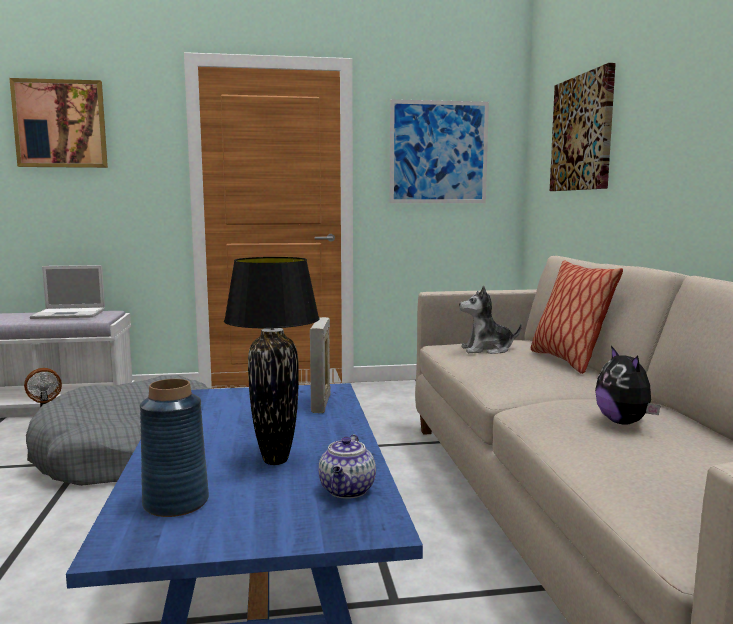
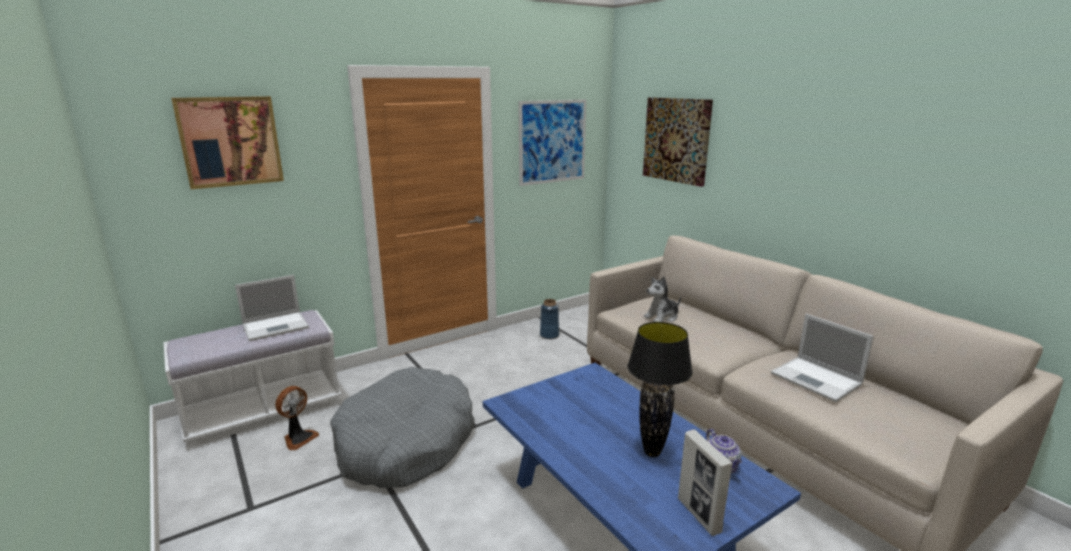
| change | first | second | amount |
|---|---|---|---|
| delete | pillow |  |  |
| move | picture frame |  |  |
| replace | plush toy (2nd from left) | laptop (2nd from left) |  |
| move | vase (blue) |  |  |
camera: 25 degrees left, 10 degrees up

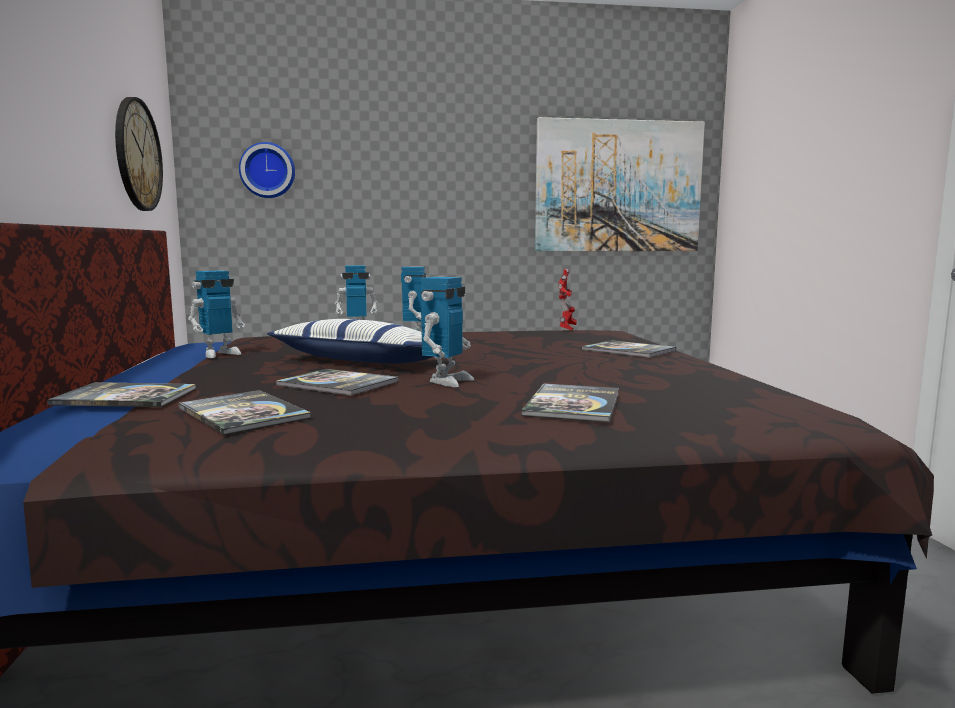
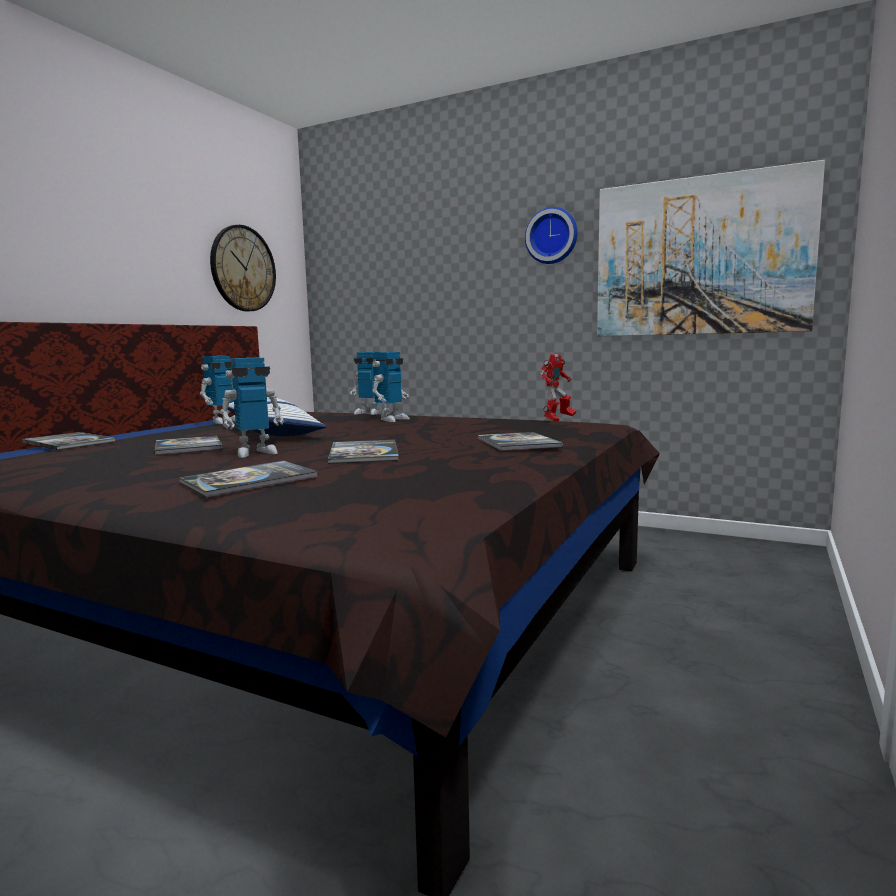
| change | first | second | amount |
|---|---|---|---|
| move | wall clock (2nd from left) |  |  |
| rotate | toy robot (1st from left) |  | 45 degrees counterclockwise |
| move | book (2nd from left in the first image) | book (4th from left) |  |
camera: 35 degrees right, 0 degrees up

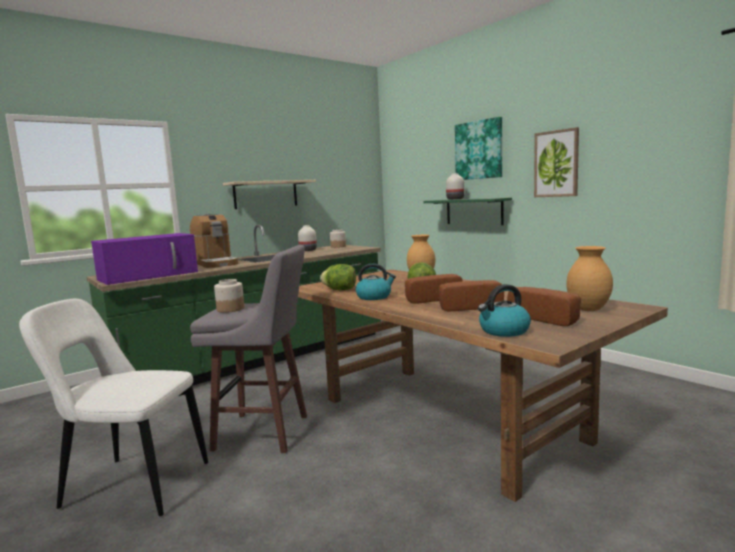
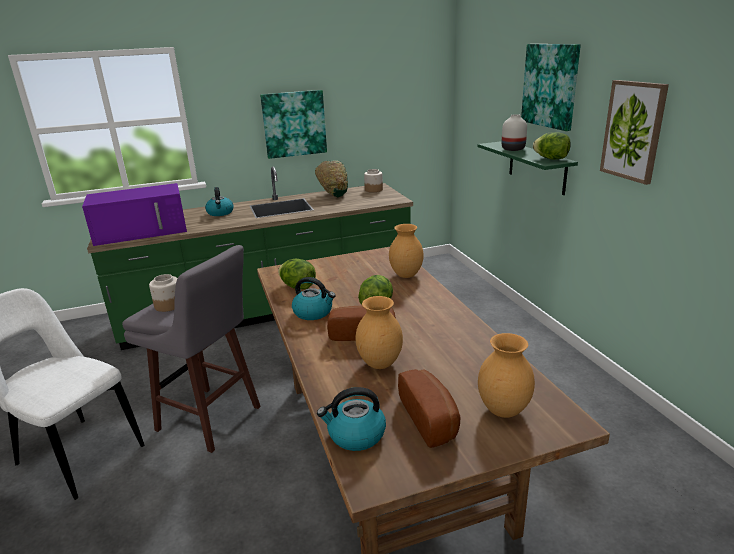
| change | first | second | amount |
|---|---|---|---|
| replace | shelf (beige) | picture (1st from left) |  |
| replace | coffee machine | kettle (1st from left) |  |
| replace | vase (white) (1st from left) | bowl (green) |  |
| replace | bread (2nd from left) | vase (brown) (1st from left) |  |
| insert |  | lettuce (3rd from left) |  |
camera: 20 degrees right, 15 degrees up

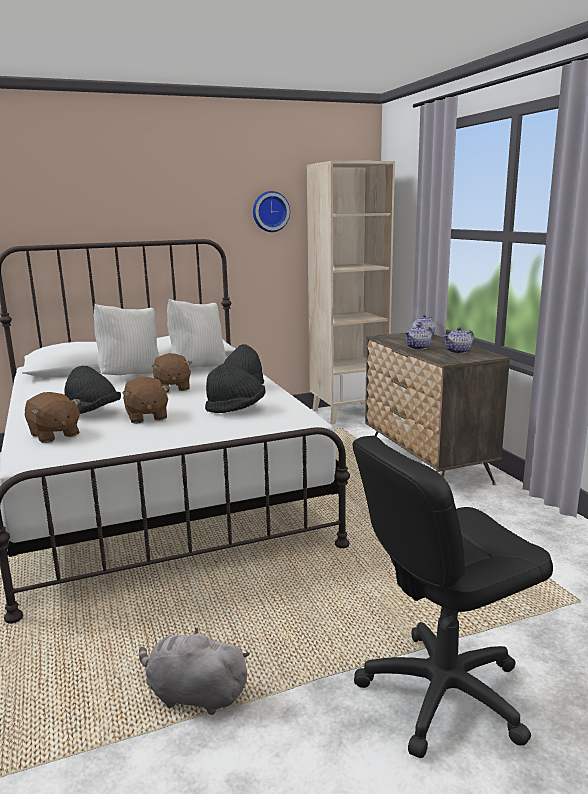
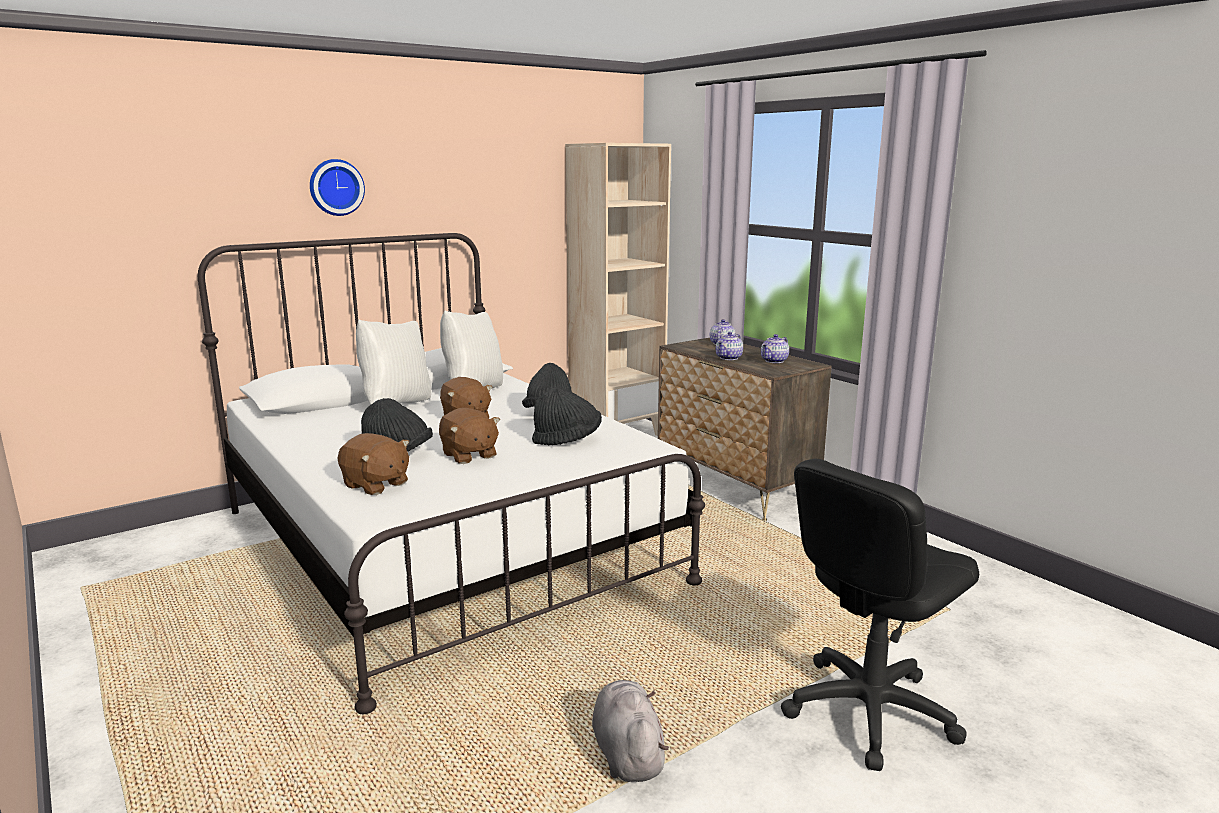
| change | first | second | amount |
|---|---|---|---|
| move | wall clock |  |  |
| rotate | plush toy (grey) |  | 75 degrees clockwise |
camera: 15 degrees left, 0 degrees up

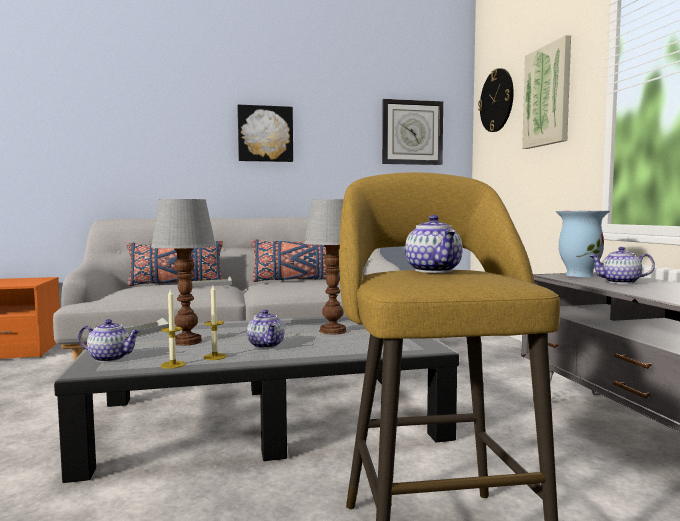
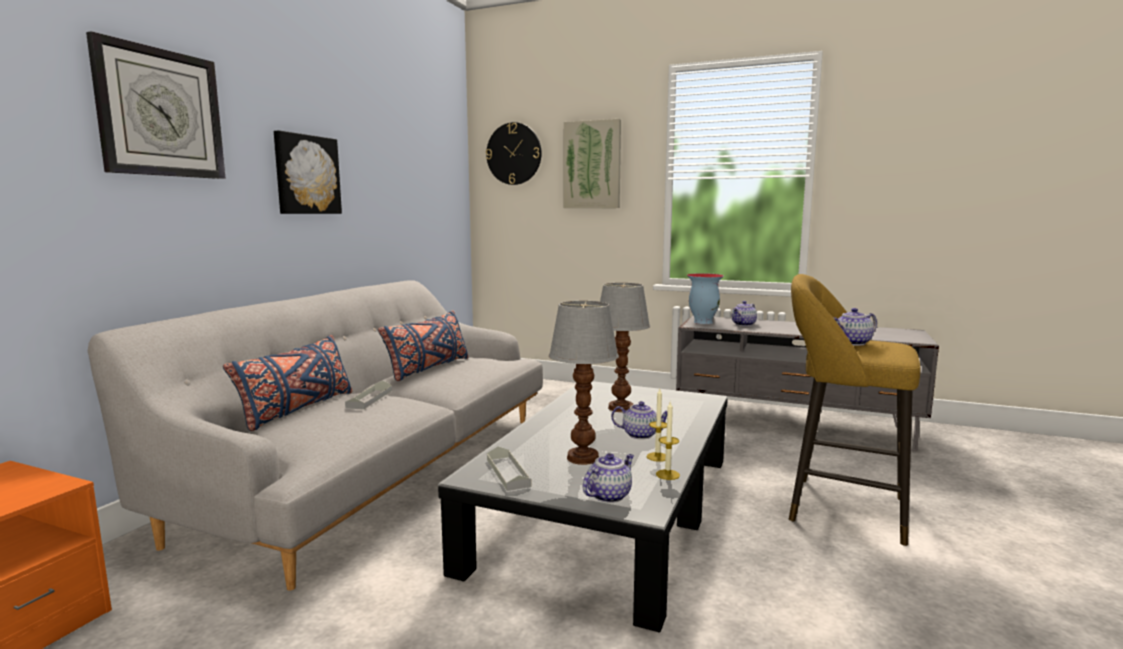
| change | first | second | amount |
|---|---|---|---|
| move | wall clock (1st from left) |  |  |
| rotate | teapot (3rd from left in the first image) | teapot (4th from left) | 135 degrees clockwise |
camera: 55 degrees left, 5 degrees up

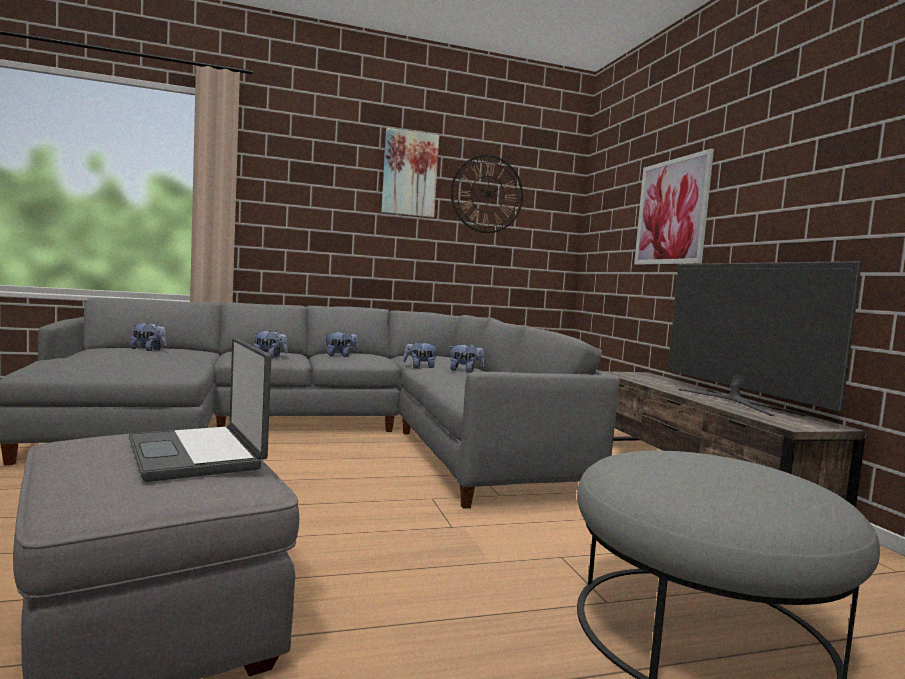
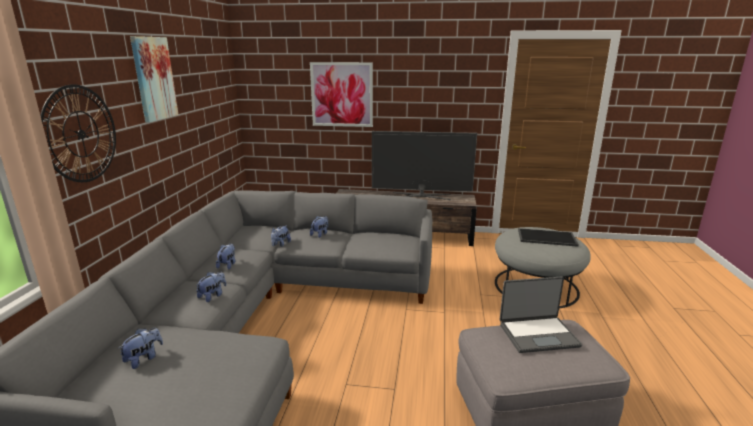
| change | first | second | amount |
|---|---|---|---|
| move | wall clock |  |  |
| insert |  | tray |  |
camera: 65 degrees left, 15 degrees up

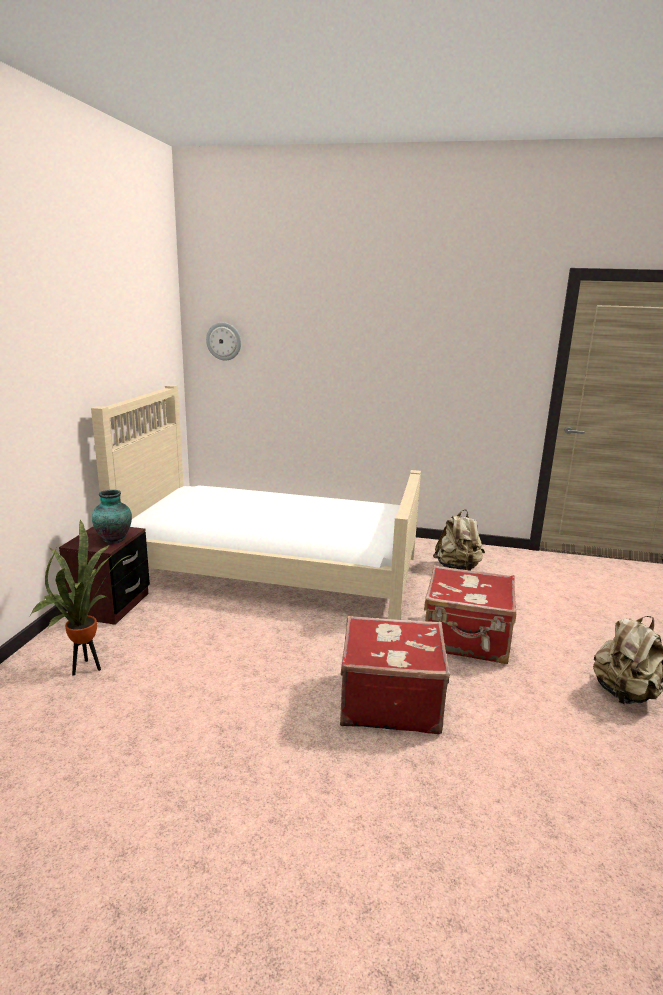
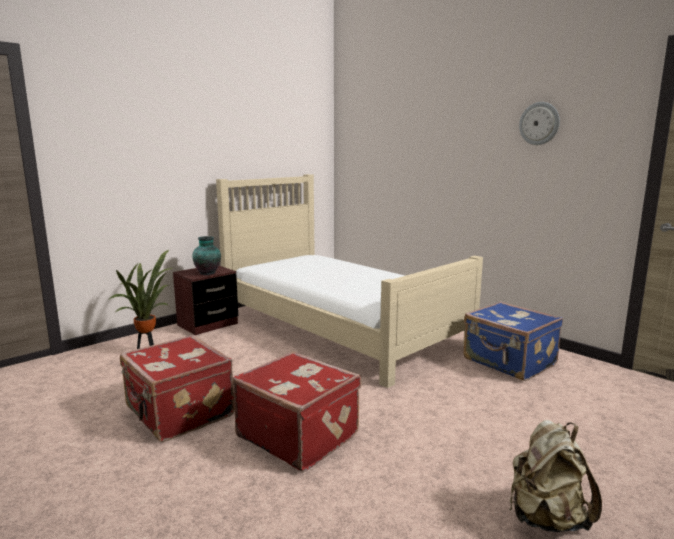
| change | first | second | amount |
|---|---|---|---|
| move | wall clock |  |  |
| replace | backpack (beige) (1st from left) | suitcase (blue) |  |
| move | suitcase (red) (2nd from left in the first image) | suitcase (red) (1st from left) |  |
camera: 35 degrees right, 5 degrees down

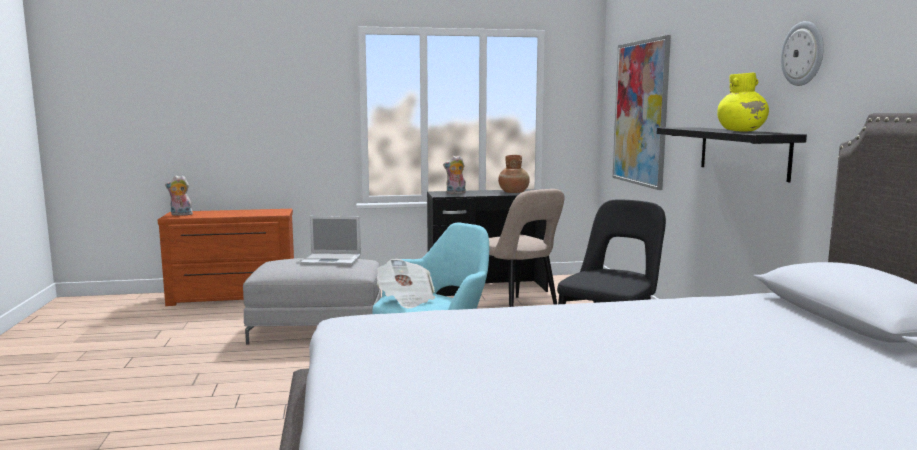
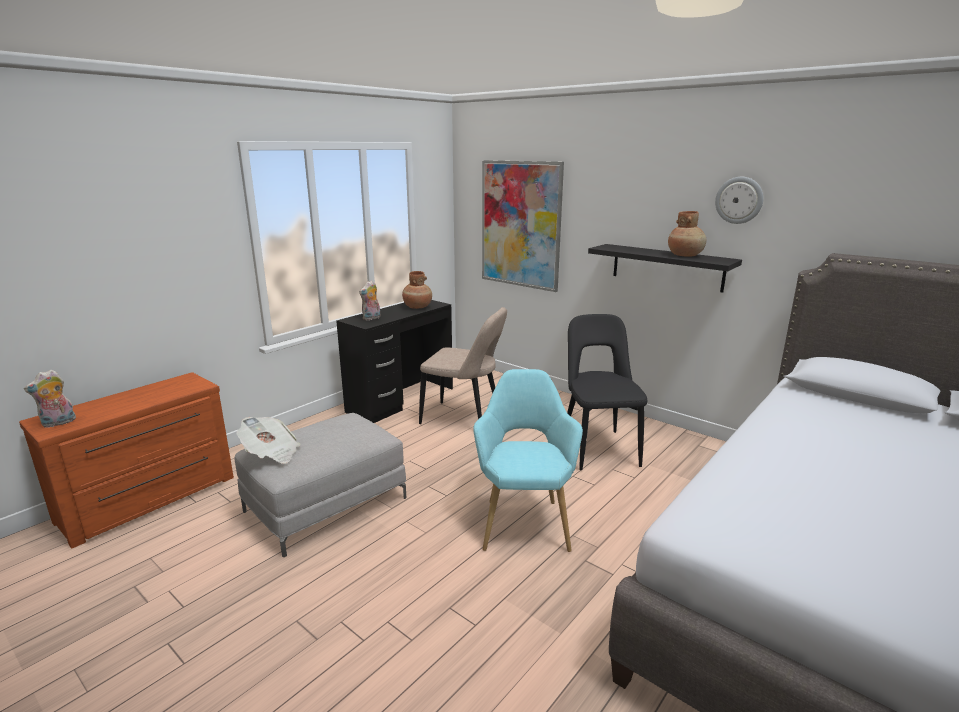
| change | first | second | amount |
|---|---|---|---|
| recolor | vase (yellow) | vase (brown) (2nd from left) |  |
| delete | laptop |  |  |
| move | newspaper |  |  |
camera: 40 degrees left, 10 degrees up

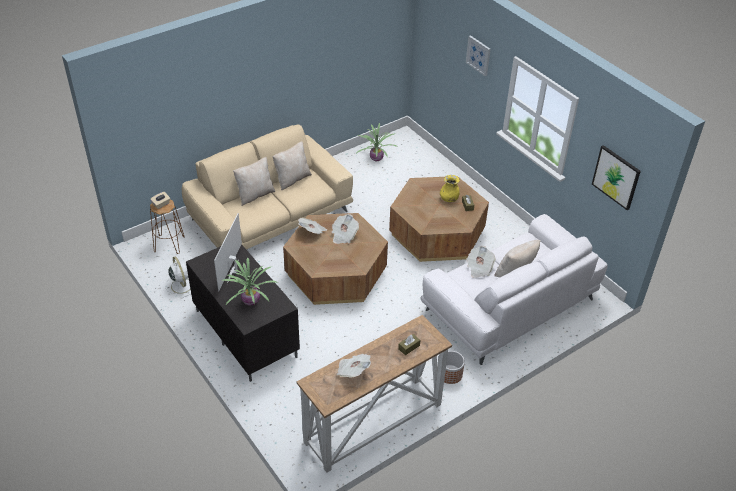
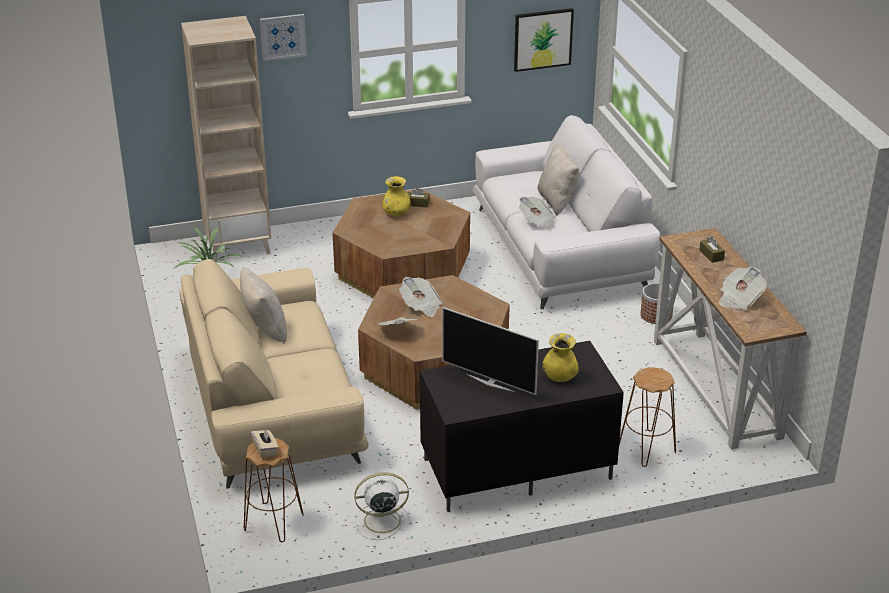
| change | first | second | amount |
|---|---|---|---|
| delete | pillow (beige) (1st from left) |  |  |
| replace | potted plant (1st from left) | vase (yellow) (2nd from left) |  |
| insert |  | bookcase (beige) |  |
| insert |  | stool (brown) (2nd from left) |  |
camera: 70 degrees left, 10 degrees down

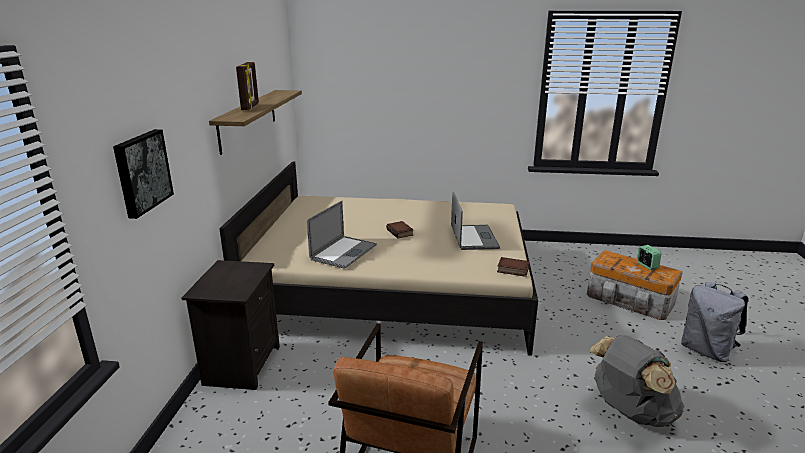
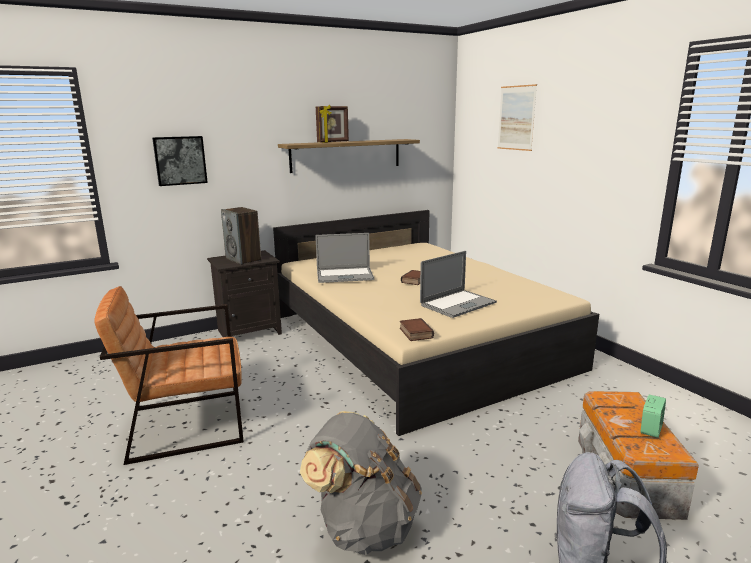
| change | first | second | amount |
|---|---|---|---|
| insert |  | picture (2nd from left) |  |
| insert |  | speaker |  |
camera: 55 degrees right, 5 degrees down

